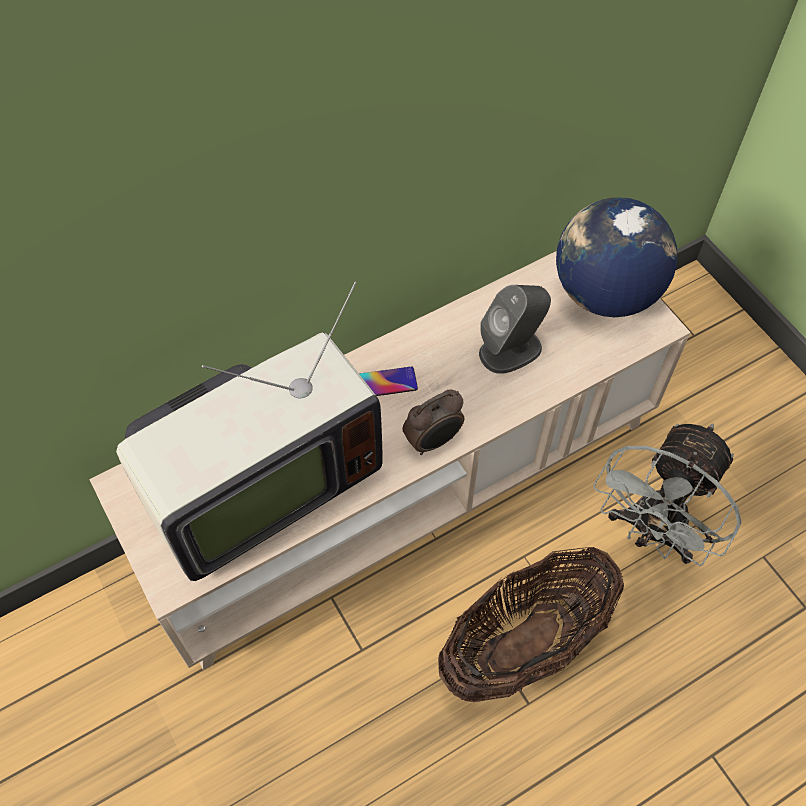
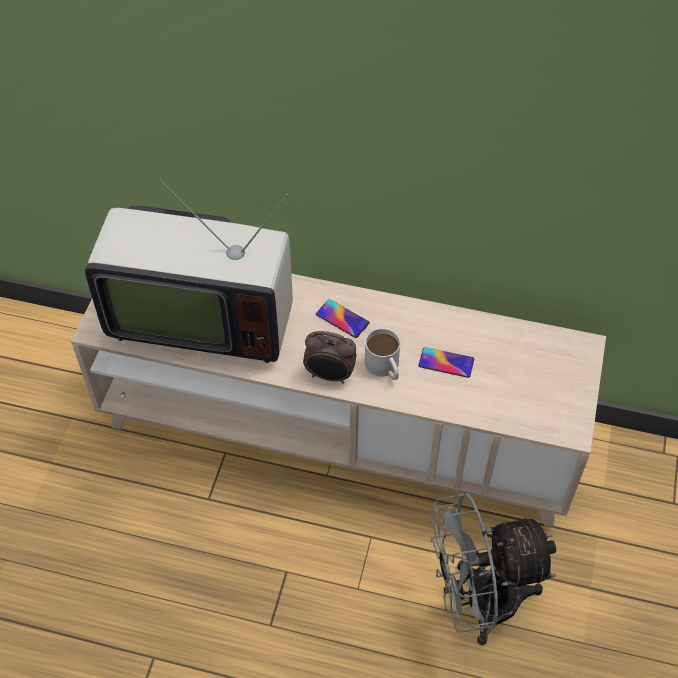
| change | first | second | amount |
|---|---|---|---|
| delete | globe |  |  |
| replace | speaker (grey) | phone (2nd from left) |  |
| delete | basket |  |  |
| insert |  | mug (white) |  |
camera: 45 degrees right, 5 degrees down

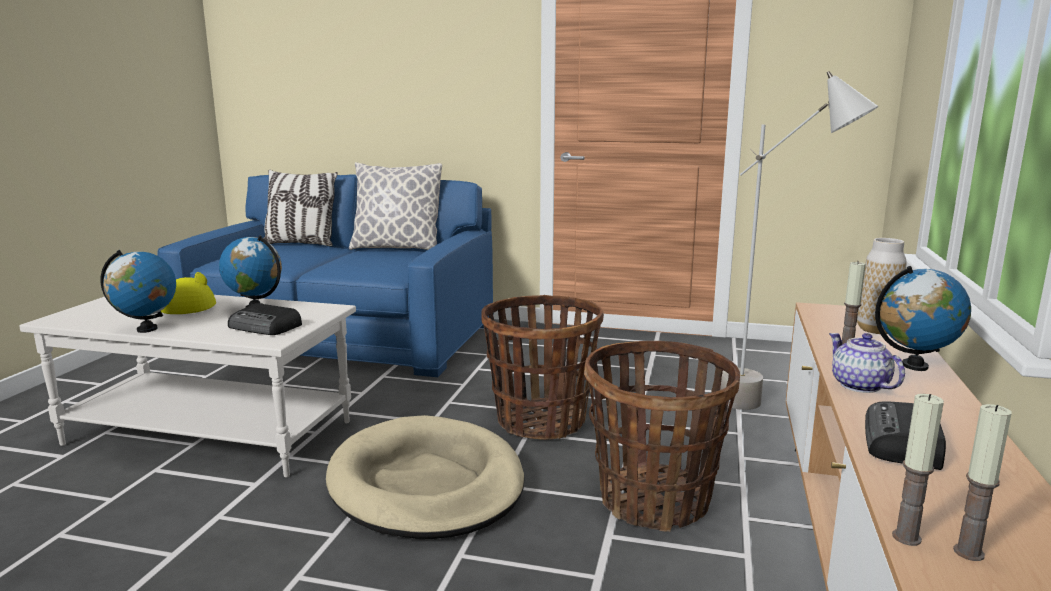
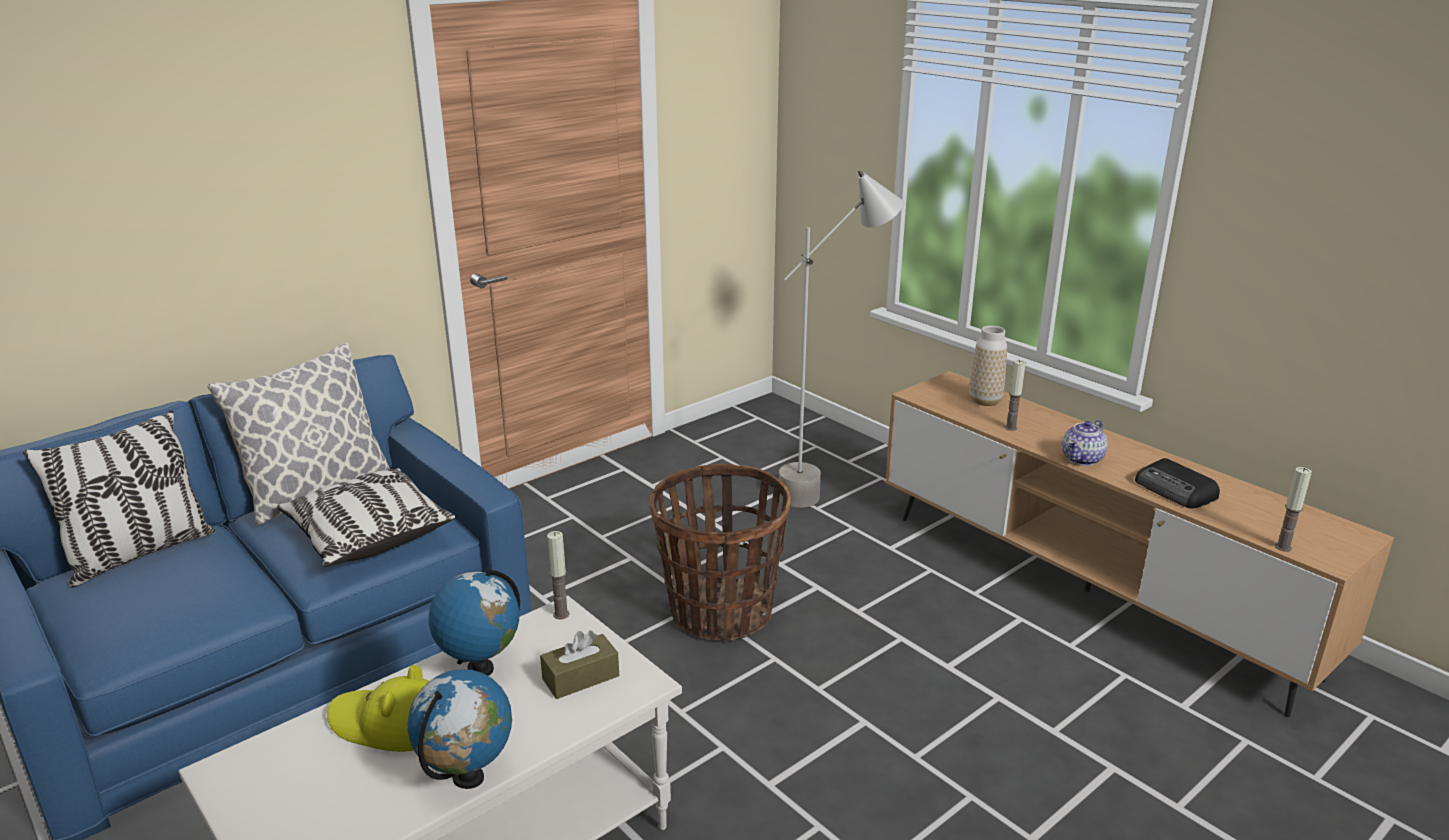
| change | first | second | amount |
|---|---|---|---|
| delete | globe (3rd from left) |  |  |
| replace | radio (1st from left) | tissue box (brown) |  |
| rotate | teapot |  | 60 degrees counterclockwise |
| delete | basket (2nd from left) |  |  |
| move | candle (3rd from left in the first image) | candle (1st from left) |  |
| delete | dog bed (beige) |  |  |
| insert |  | pillow (3rd from left) |  |
camera: 55 degrees left, 10 degrees up

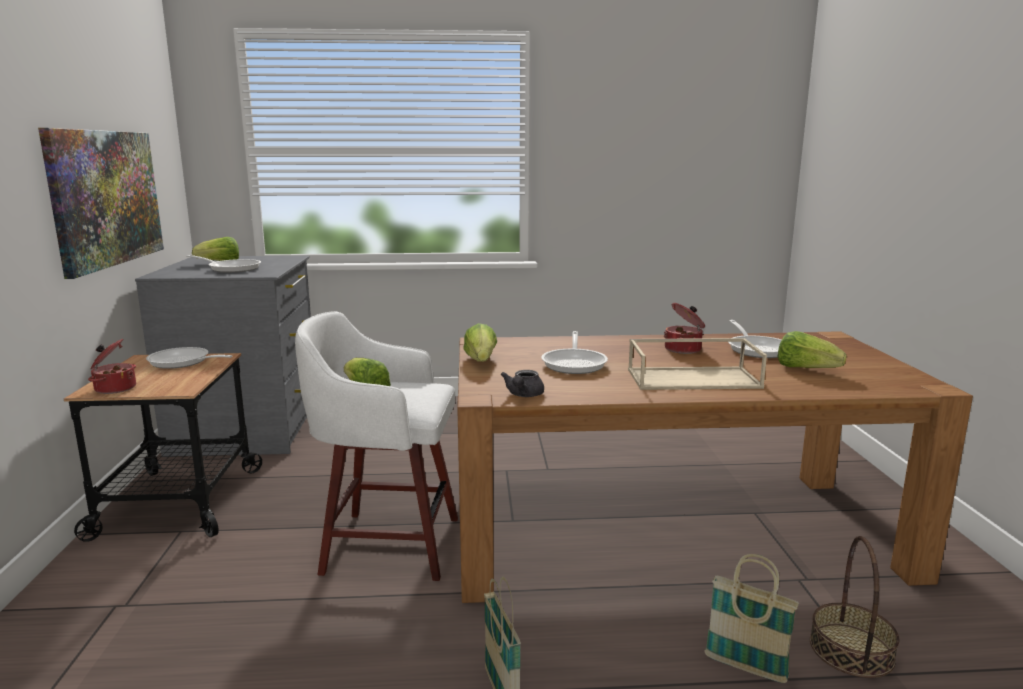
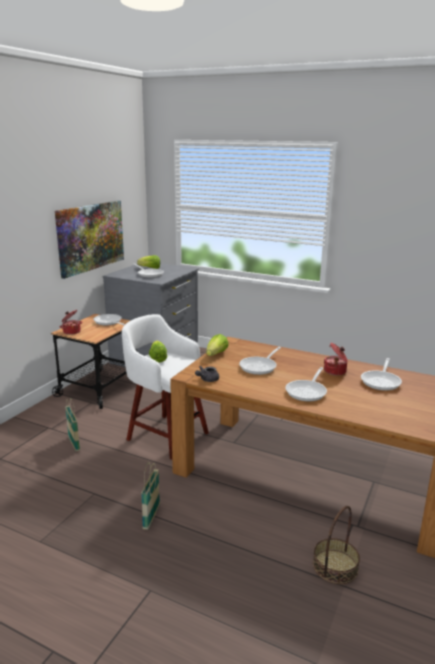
| change | first | second | amount |
|---|---|---|---|
| delete | lettuce (4th from left) |  |  |
| replace | tray (beige) | frying pan (4th from left) |  |
| move | basket (2nd from left in the first image) | basket (1st from left) |  |
camera: 30 degrees right, 5 degrees up

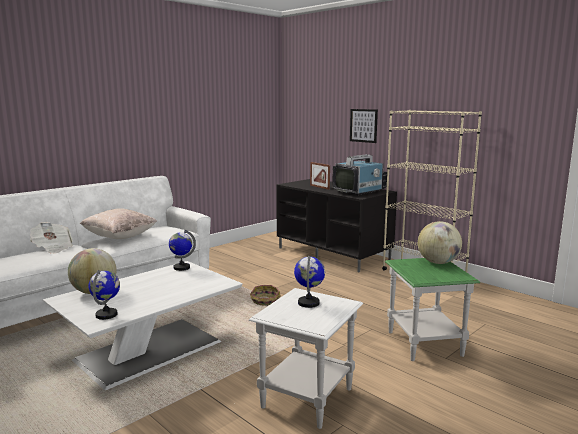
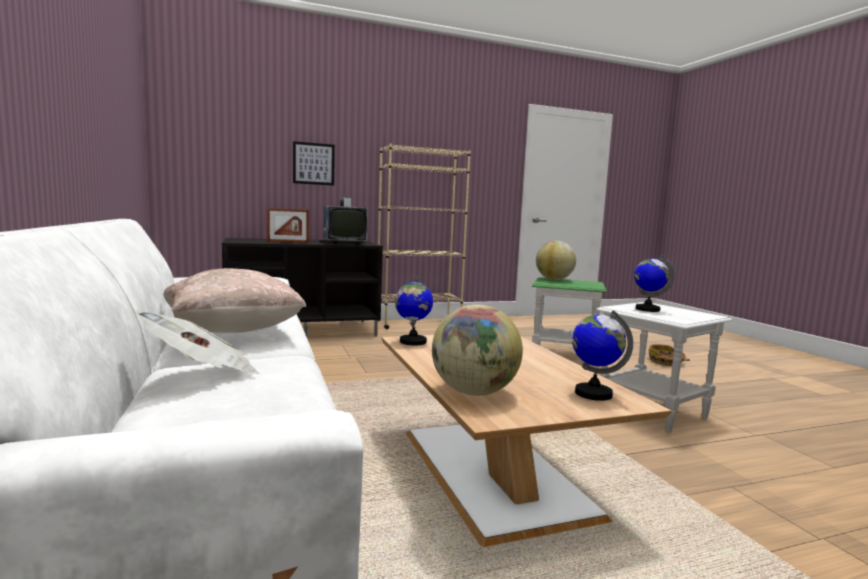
| change | first | second | amount |
|---|---|---|---|
| recolor | coffee table (white) | coffee table (brown) |  |
| move | basket |  |  |
camera: 65 degrees left, 5 degrees down

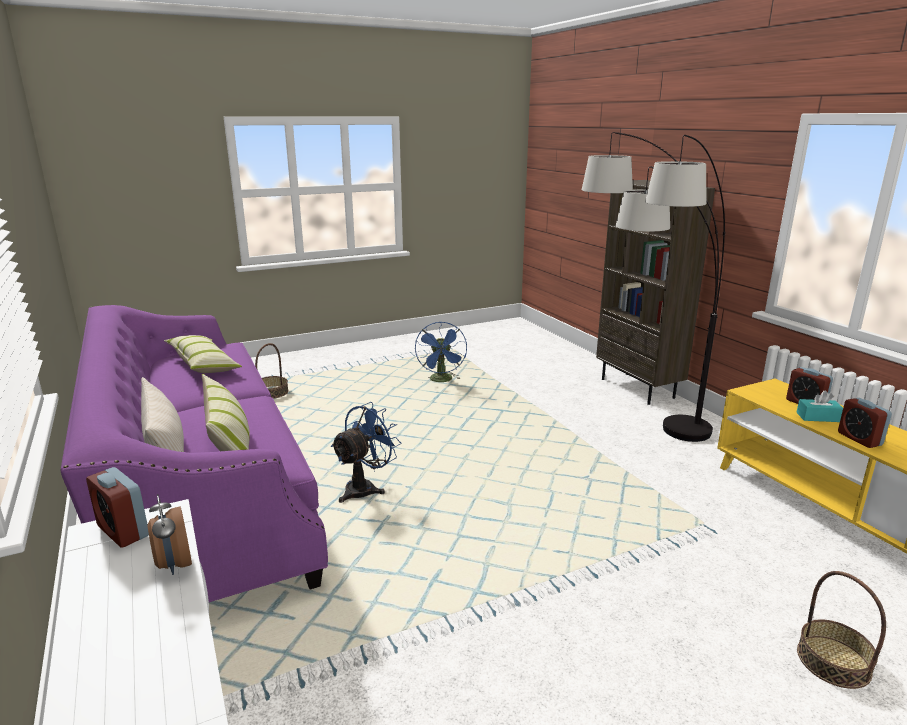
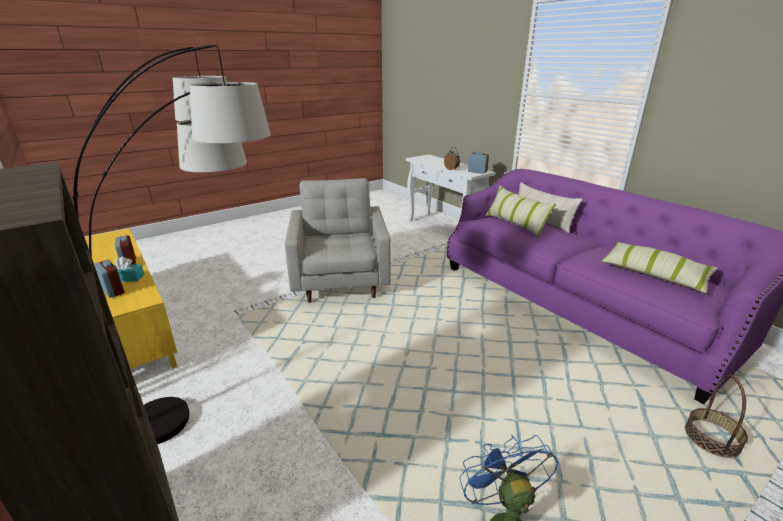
| change | first | second | amount |
|---|---|---|---|
| delete | fan (blue) (1st from left) |  |  |
| delete | basket (2nd from left) |  |  |
| insert |  | armchair (grey) |  |
camera: 170 degrees right, 5 degrees up

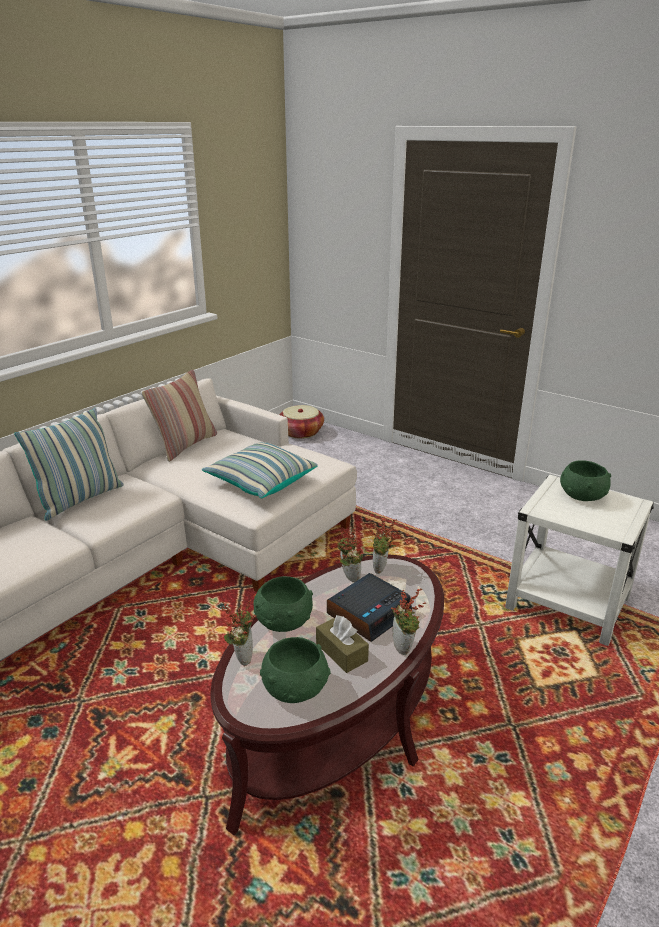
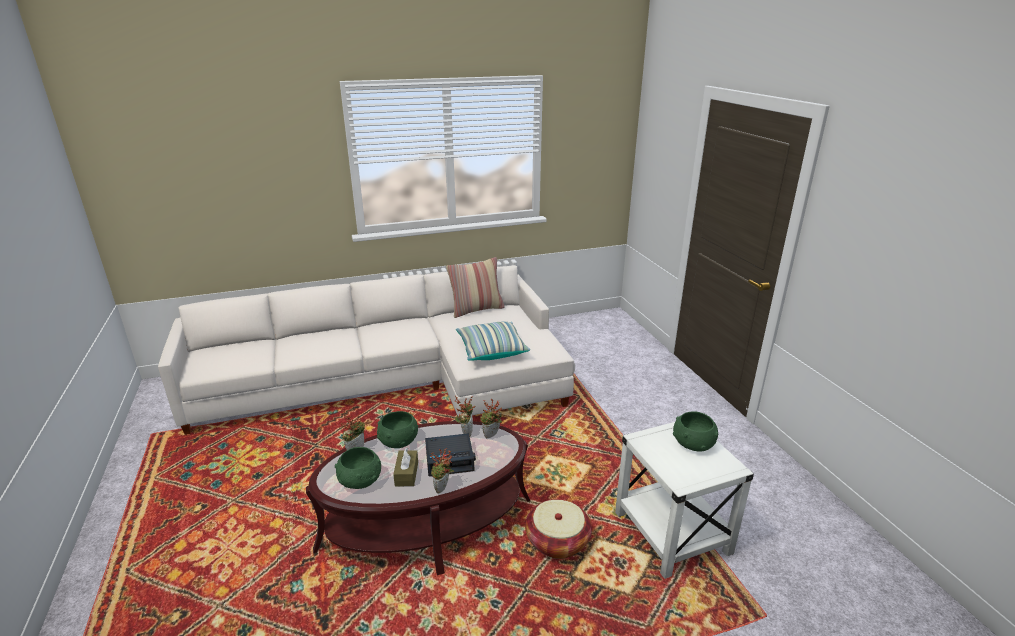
| change | first | second | amount |
|---|---|---|---|
| move | basket |  |  |
| delete | pillow (1st from left) |  |  |
camera: 35 degrees right, 0 degrees up

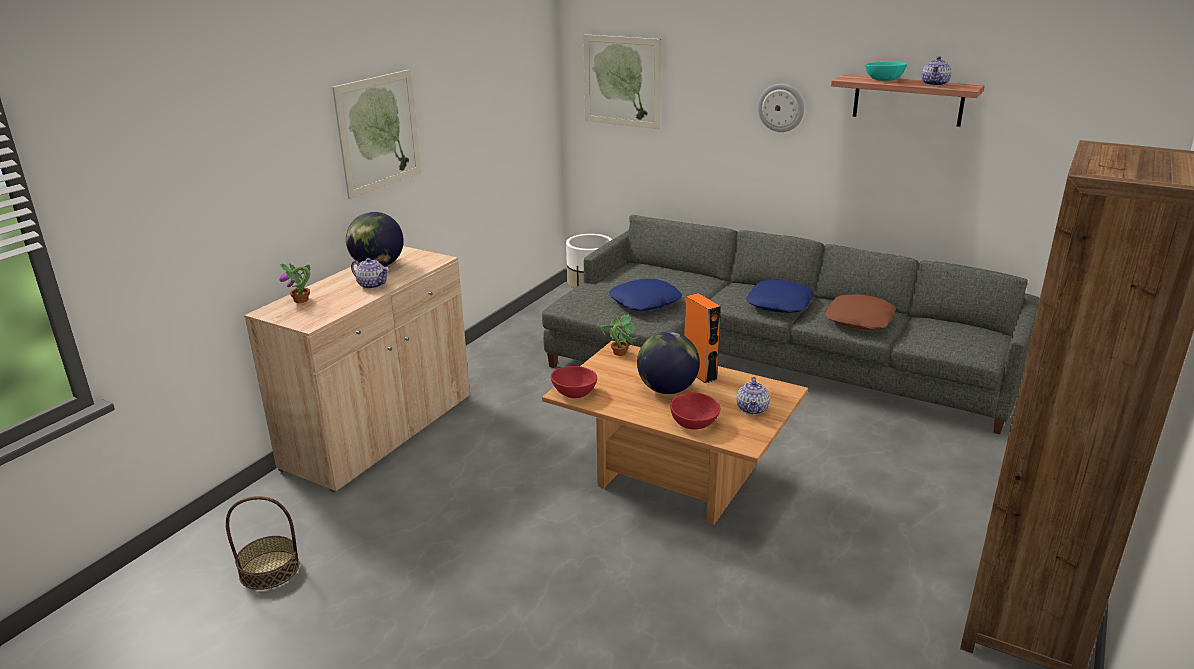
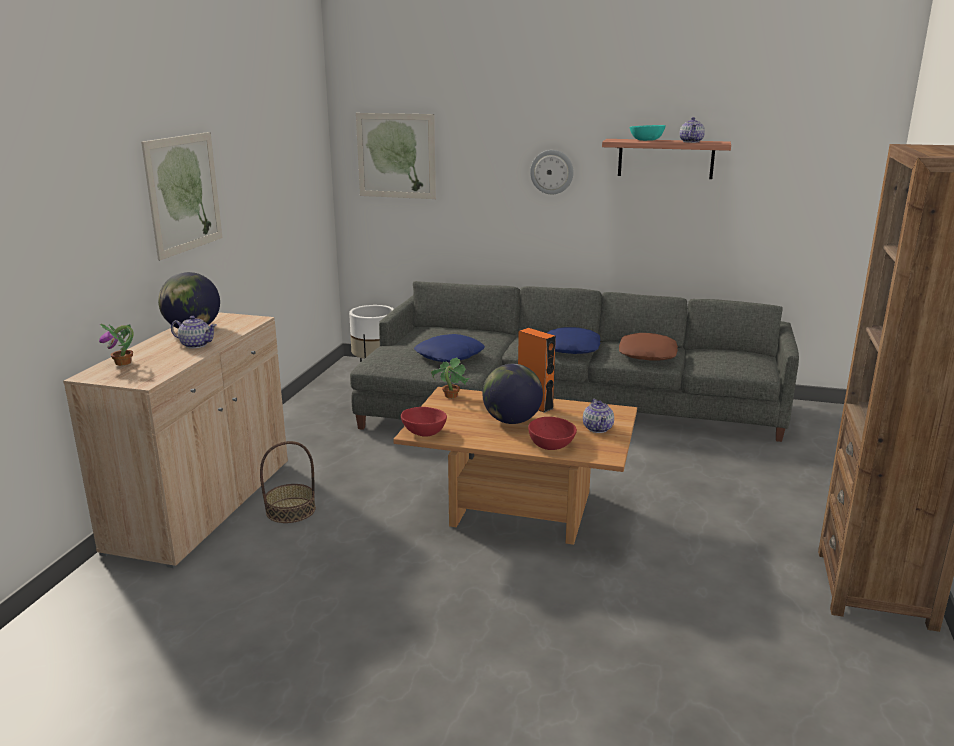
| change | first | second | amount |
|---|---|---|---|
| move | basket |  |  |
camera: 15 degrees left, 5 degrees down

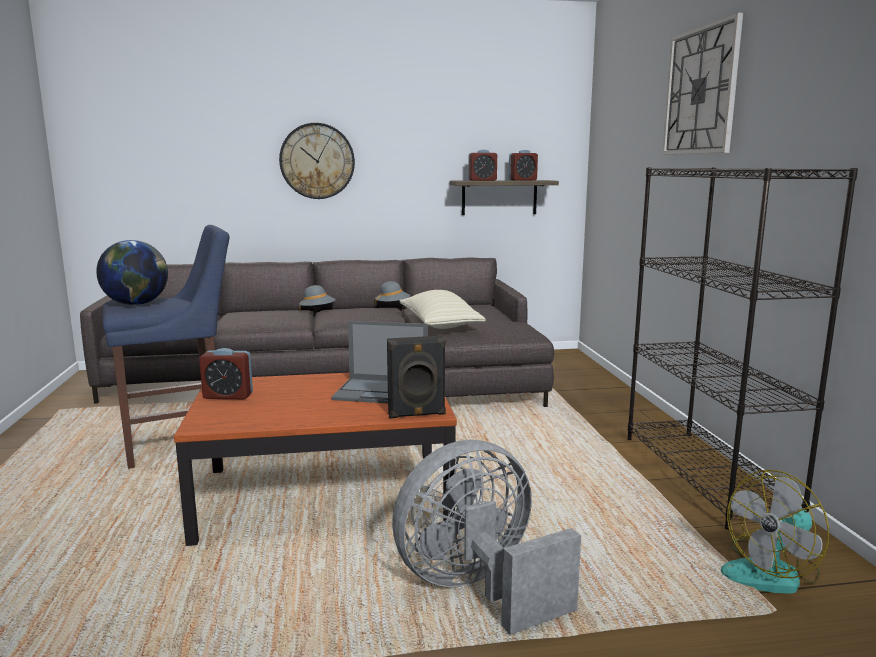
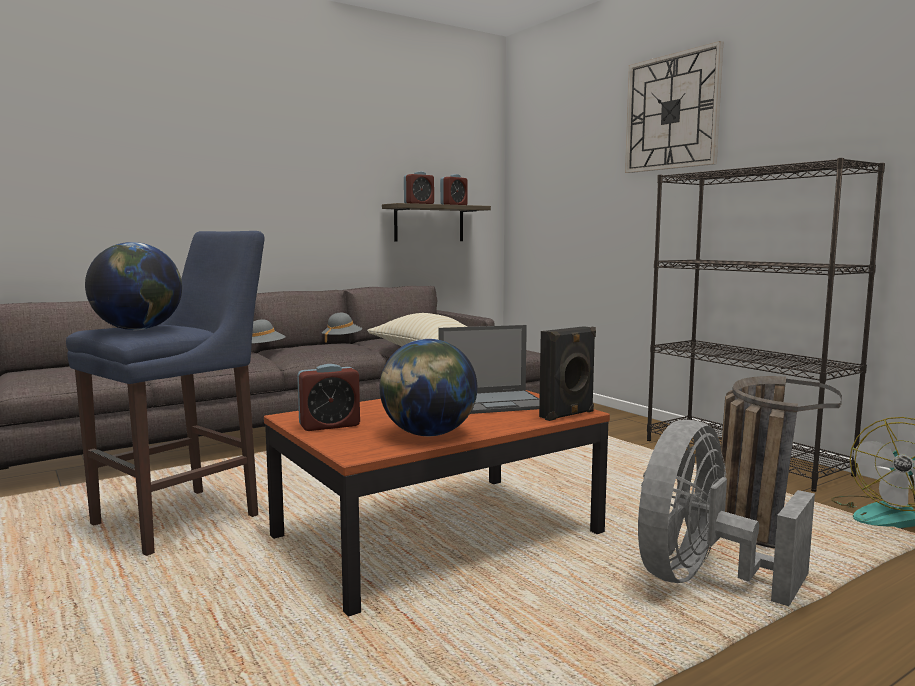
| change | first | second | amount |
|---|---|---|---|
| delete | wall clock (1st from left) |  |  |
| insert |  | globe (2nd from left) |  |
| insert |  | basket |  |
camera: 25 degrees left, 5 degrees down

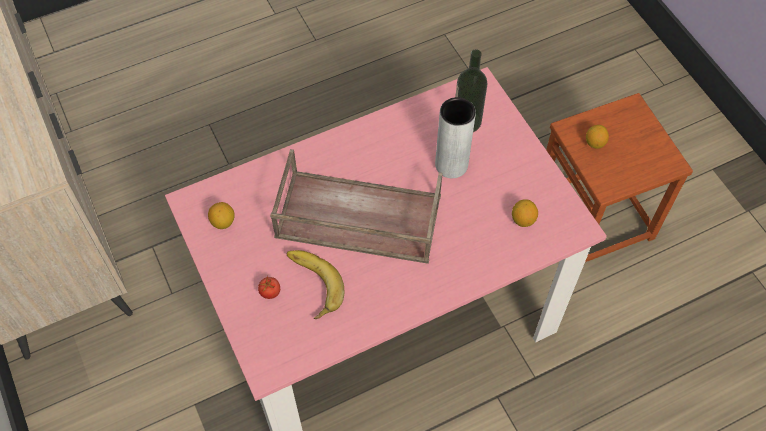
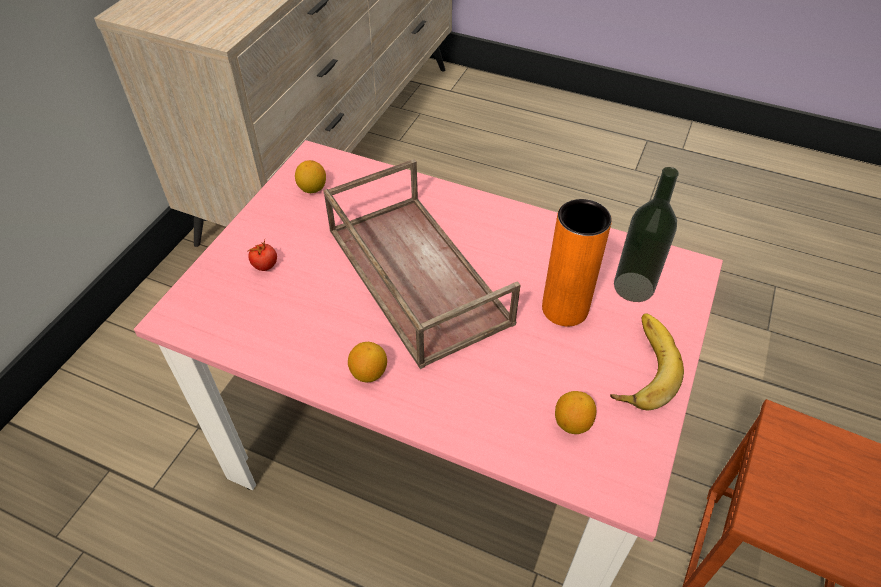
| change | first | second | amount |
|---|---|---|---|
| recolor | vase (grey) | vase (orange) |  |
| move | lemon (3rd from left in the first image) | lemon (2nd from left) |  |
| move | banana |  |  |
camera: 50 degrees right, 10 degrees down

